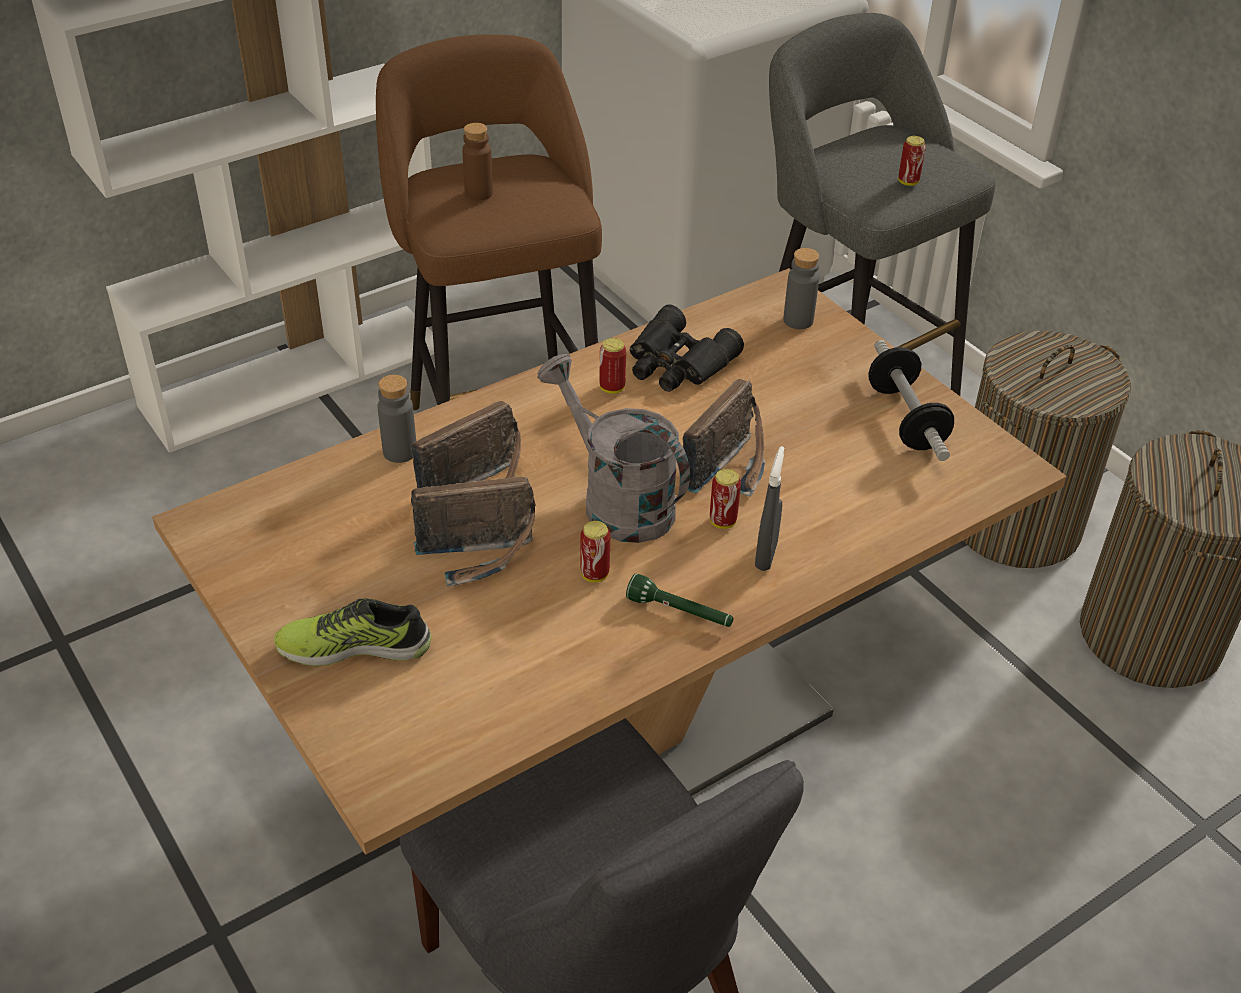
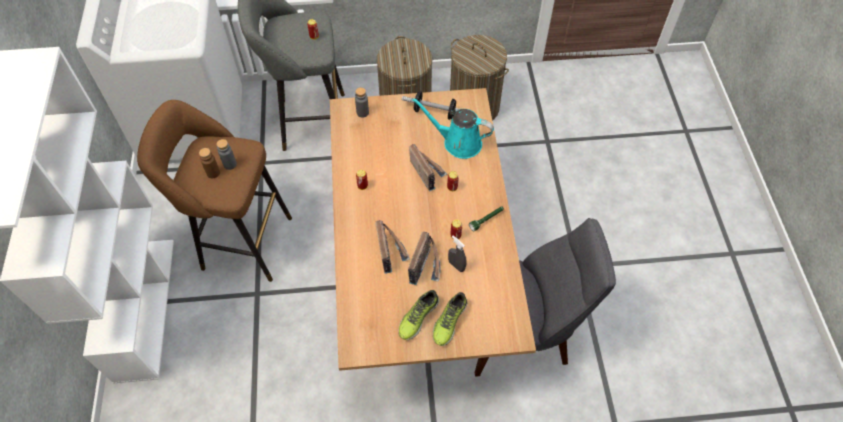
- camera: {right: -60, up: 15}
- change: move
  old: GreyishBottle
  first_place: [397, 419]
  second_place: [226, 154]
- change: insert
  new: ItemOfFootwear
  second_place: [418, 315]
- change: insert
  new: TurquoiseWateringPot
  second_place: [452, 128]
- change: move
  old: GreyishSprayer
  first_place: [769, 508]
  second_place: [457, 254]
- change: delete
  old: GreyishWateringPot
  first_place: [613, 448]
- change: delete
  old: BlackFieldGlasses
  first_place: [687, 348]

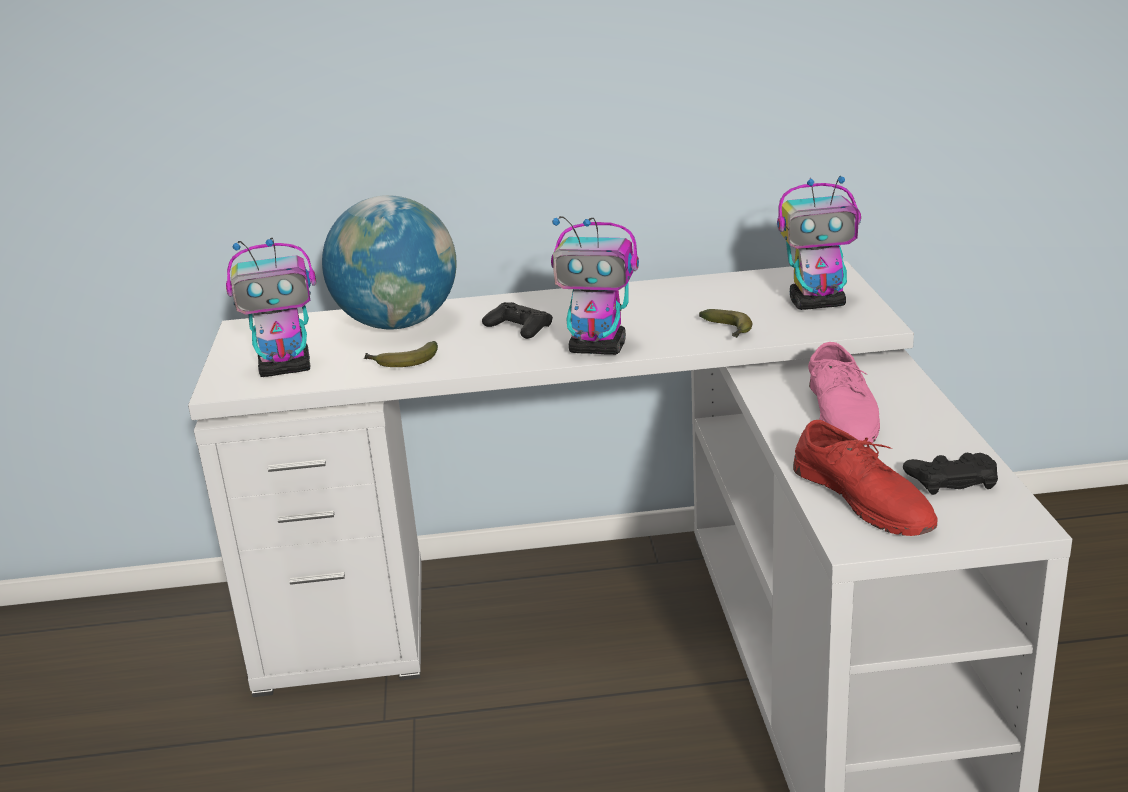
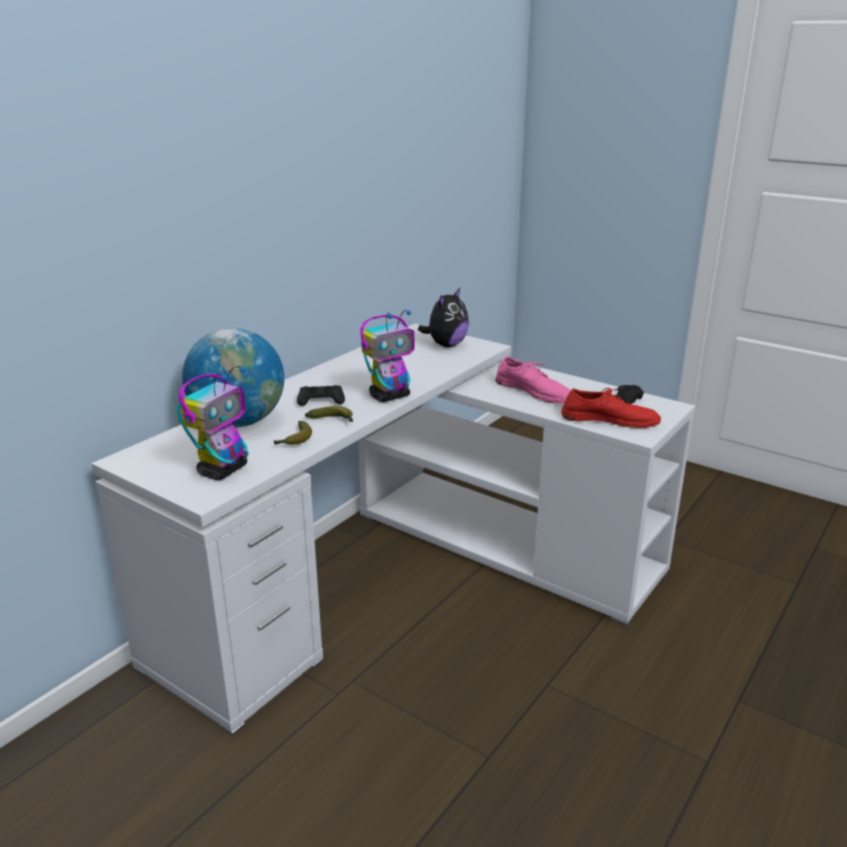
- camera: {right: -50, up: 0}
- change: move
  old: WholeBanana
  first_place: [725, 323]
  second_place: [329, 414]
- change: replace
  old: ModelRobot
  new: SoftToy
  first_place: [819, 243]
  second_place: [443, 317]

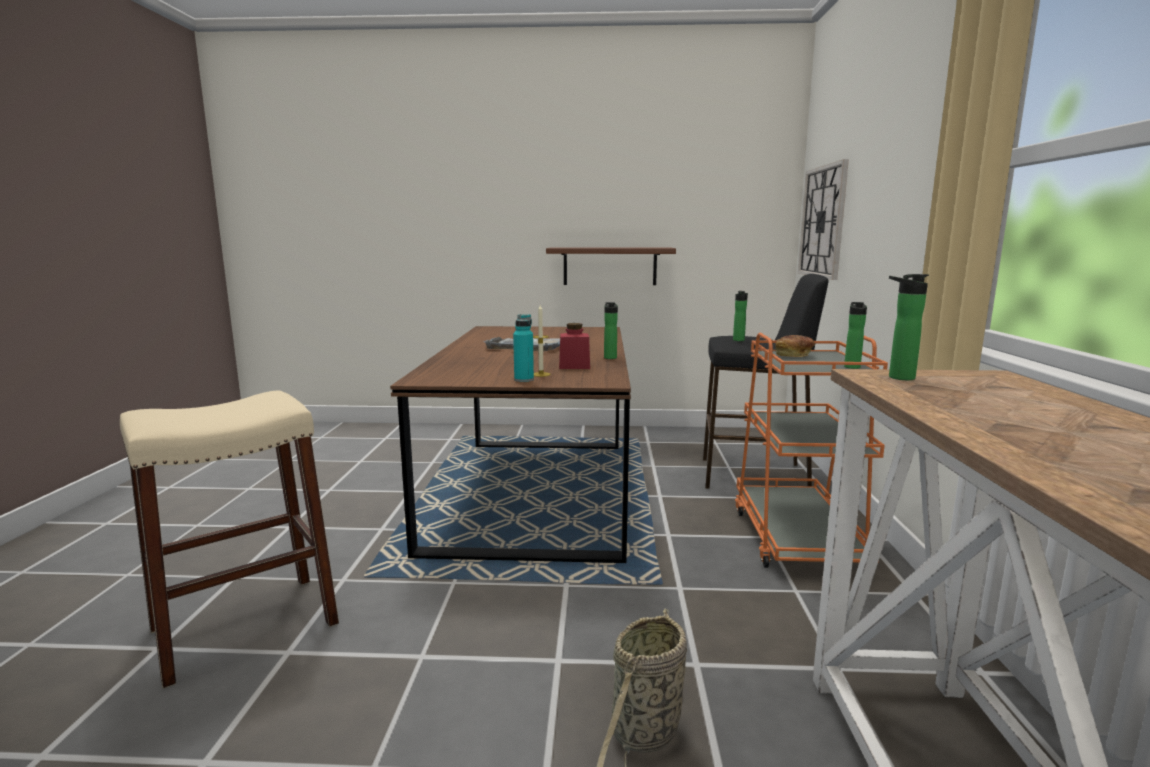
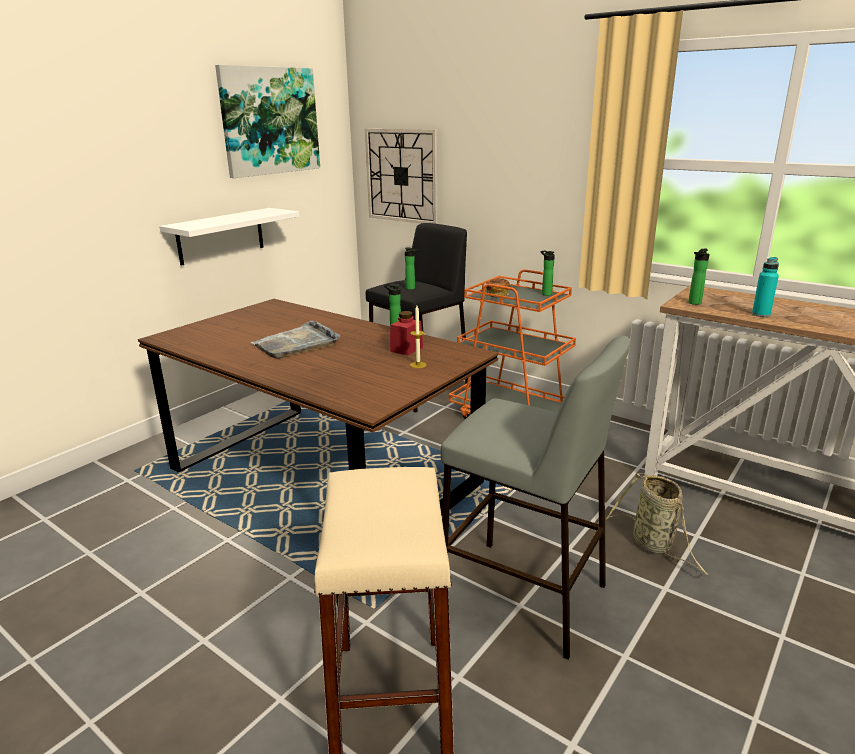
- camera: {right: -55, up: 10}
- change: recolor
  old: BrownishShelf
  new: WhiteShelf
  first_place: [611, 266]
  second_place: [229, 237]
- change: insert
  new: WallPicture
  second_place: [267, 121]
- change: insert
  new: GreyishSittingStool
  second_place: [535, 498]
- change: move
  old: TurquoiseBottle
  first_place: [523, 348]
  second_place: [765, 287]

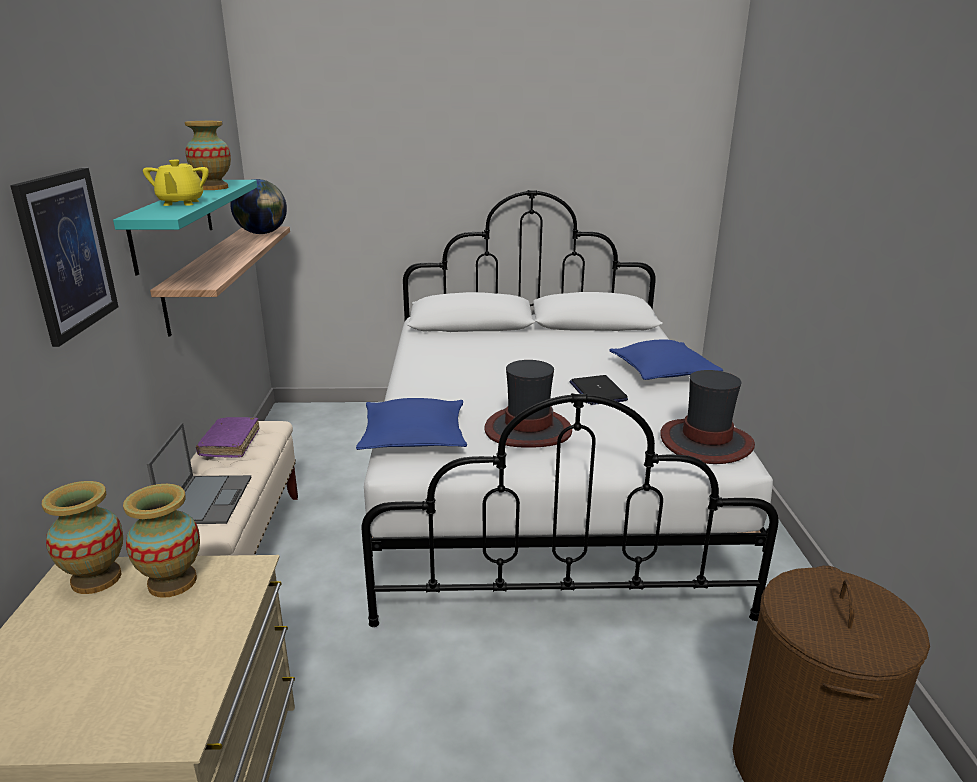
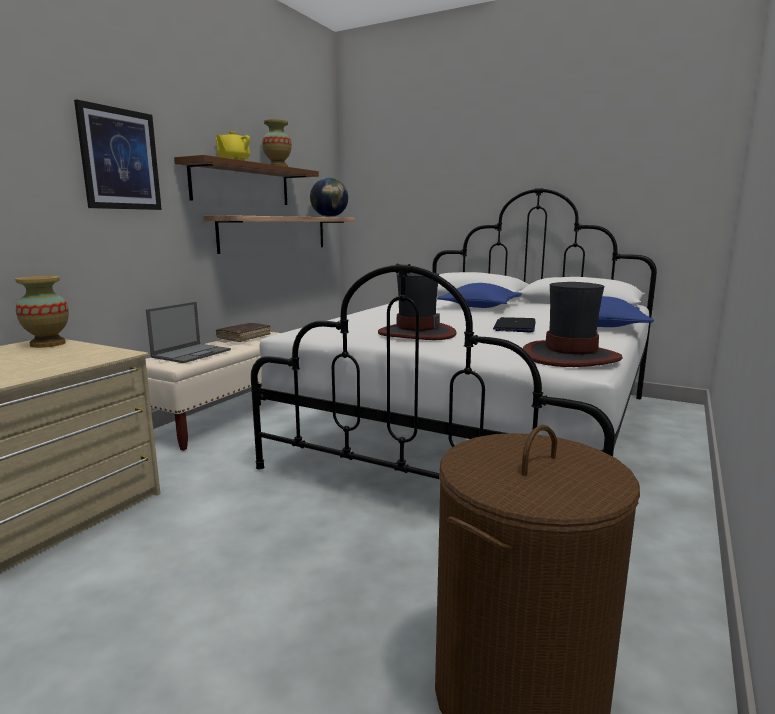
- camera: {right: 30, up: -10}
- change: recolor
  old: TurquoiseShelf
  new: BrownishShelf
  first_place: [185, 227]
  second_place: [246, 180]
- change: recolor
  old: PurplishVolume
  new: BrownishVolume
  first_place: [227, 437]
  second_place: [243, 332]
- change: move
  old: BluishCushion
  first_place: [411, 424]
  second_place: [479, 295]
- change: delete
  old: DecorativeVase
  first_place: [161, 541]

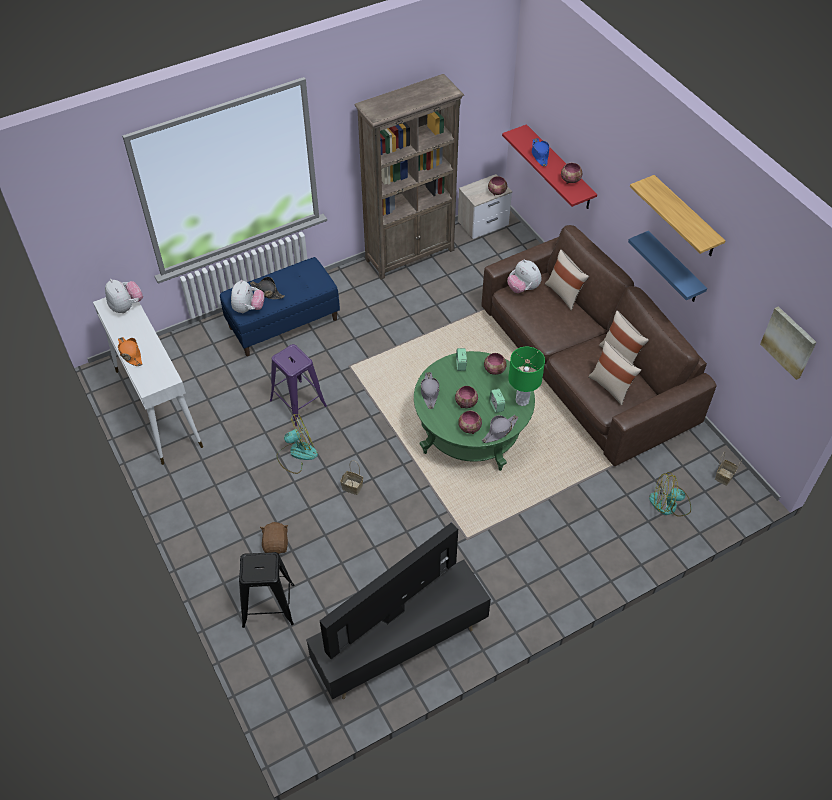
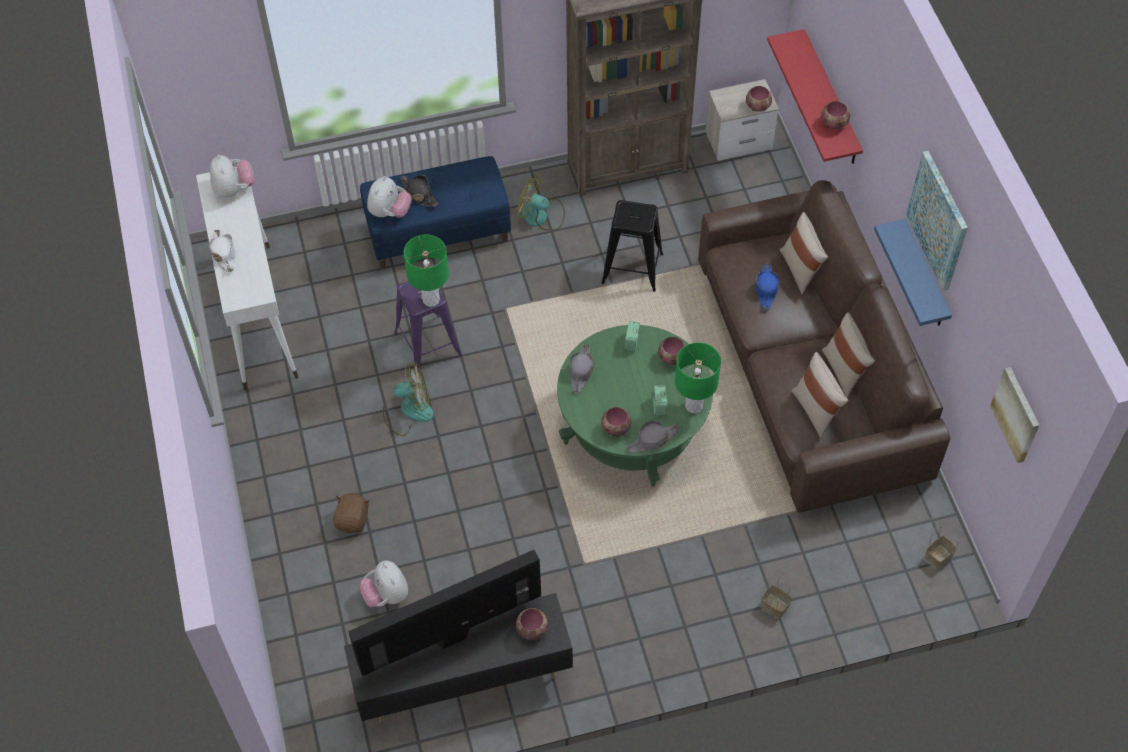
- camera: {right: 15, up: 5}
- change: recolor
  old: OrangeyWearableHat
  new: WhiteWearableHat
  first_place: [130, 351]
  second_place: [222, 250]
- change: move
  old: SoftToy
  first_place: [524, 276]
  second_place: [384, 583]
- change: insert
  new: GreenishTableLamp
  second_place: [426, 271]
- change: move
  old: CoolingFan
  first_place: [670, 494]
  second_place: [540, 203]
- change: move
  old: ServingBowl
  first_place: [466, 397]
  second_place: [532, 624]
- change: move
  old: BlackSittingStool
  first_place: [266, 590]
  second_place: [632, 245]
- change: move
  old: BluishWearableHat
  first_place: [541, 152]
  second_place: [767, 287]
- change: move
  old: StorageBasket
  first_place: [351, 477]
  second_place: [776, 597]
- change: replace
  old: Shelf
  new: WallPicture
  first_place: [677, 215]
  second_place: [937, 220]

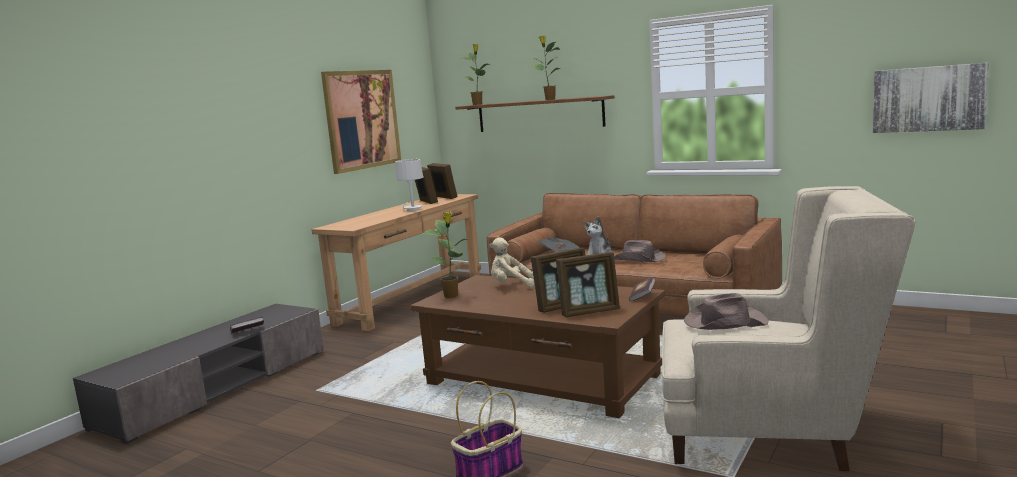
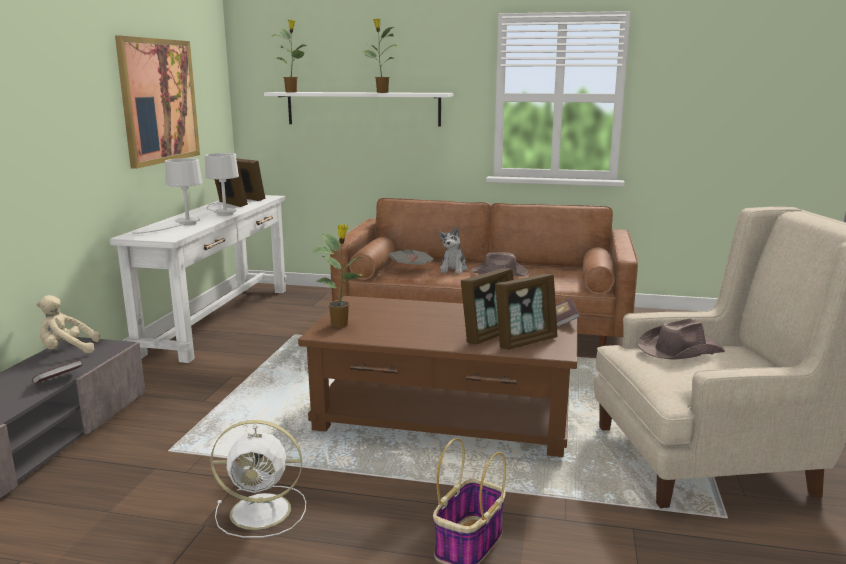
- camera: {right: -20, up: 5}
- change: move
  old: BeigeColouredSoftToy
  first_place: [511, 262]
  second_place: [68, 324]
- change: recolor
  old: BrownishConsoleTable
  new: WhiteConsoleTable
  first_place: [396, 262]
  second_place: [198, 279]
- change: insert
  new: WhiteTableLamp
  second_place: [167, 196]
- change: insert
  new: WhiteCoolingFan
  second_place: [258, 479]
- change: recolor
  old: BrownishShelf
  new: WhiteShelf
  first_place: [535, 113]
  second_place: [358, 109]
- change: delete
  old: WallPicture
  first_place: [931, 98]

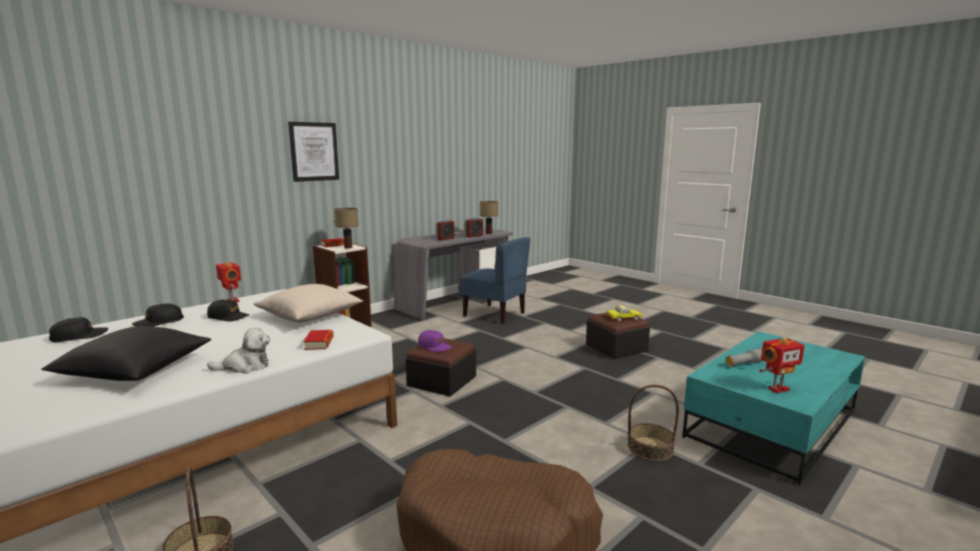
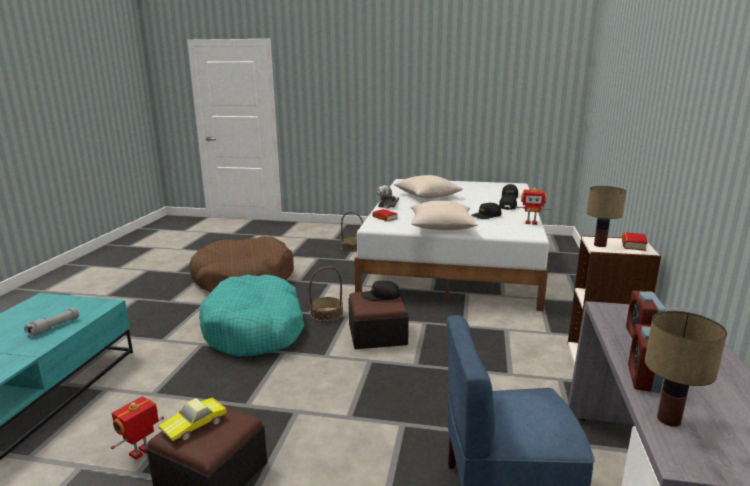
- camera: {right: 145, up: 5}
- change: move
  old: ModelRobot
  first_place: [782, 365]
  second_place: [137, 428]
- change: insert
  new: TurquoiseDogCushion
  second_place: [251, 315]
- change: move
  old: StorageBasket
  first_place: [653, 423]
  second_place: [326, 294]
- change: recolor
  old: PurplishCap
  new: BlackCap
  first_place: [435, 341]
  second_place: [380, 291]
- change: recolor
  old: BlackCushion
  new: BeigeColouredCushion
  first_place: [126, 353]
  second_place: [428, 186]
- change: delete
  old: WallPicture
  first_place: [313, 152]

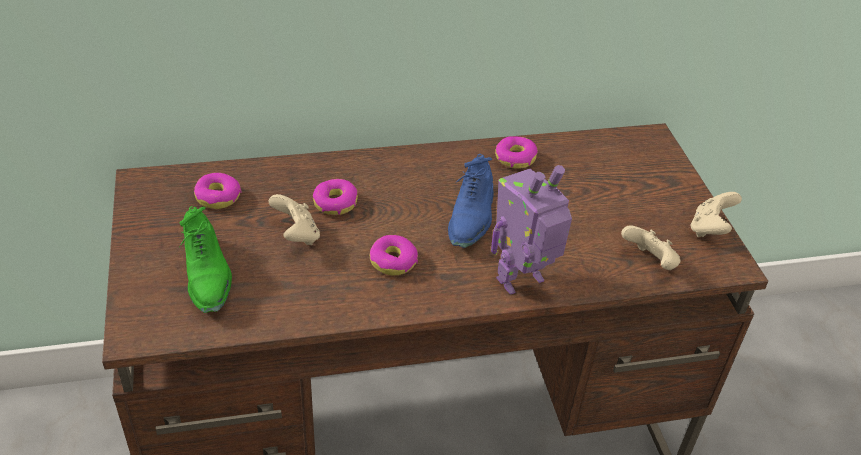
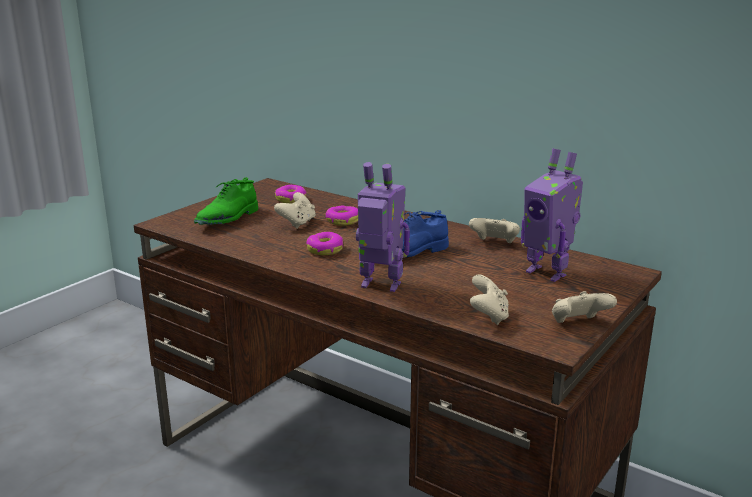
- camera: {right: 50, up: -20}
- change: replace
  old: RingDoughnut
  new: BeigeColouredJoypad
  first_place: [516, 152]
  second_place: [494, 230]
- change: insert
  new: ModelRobot
  second_place: [552, 215]

